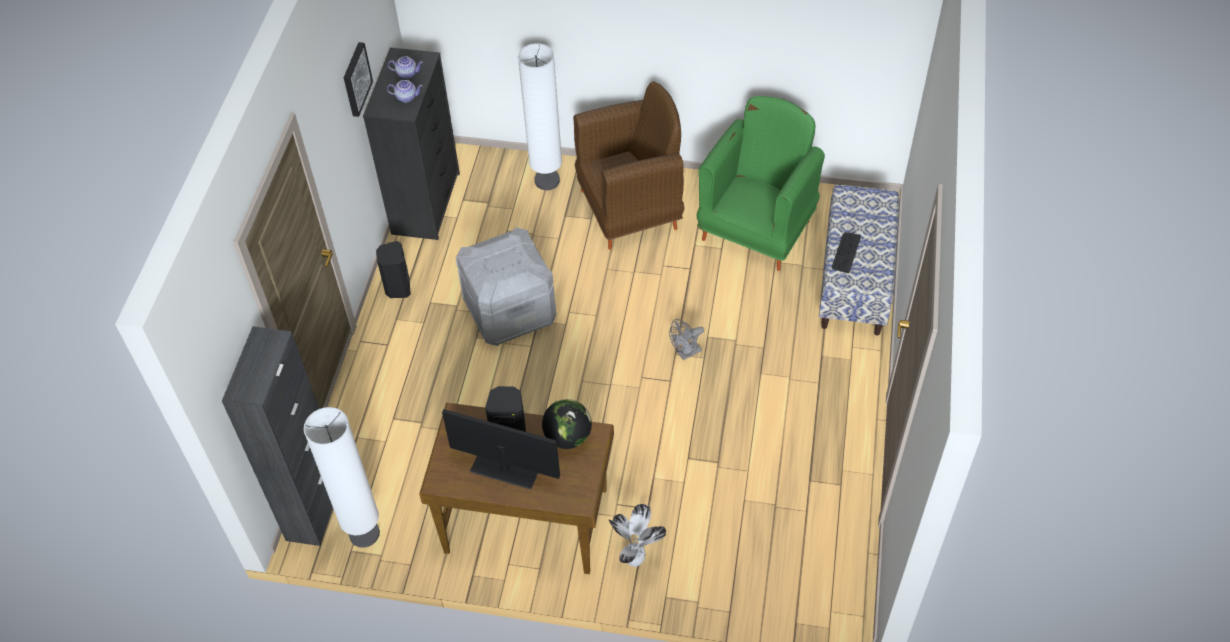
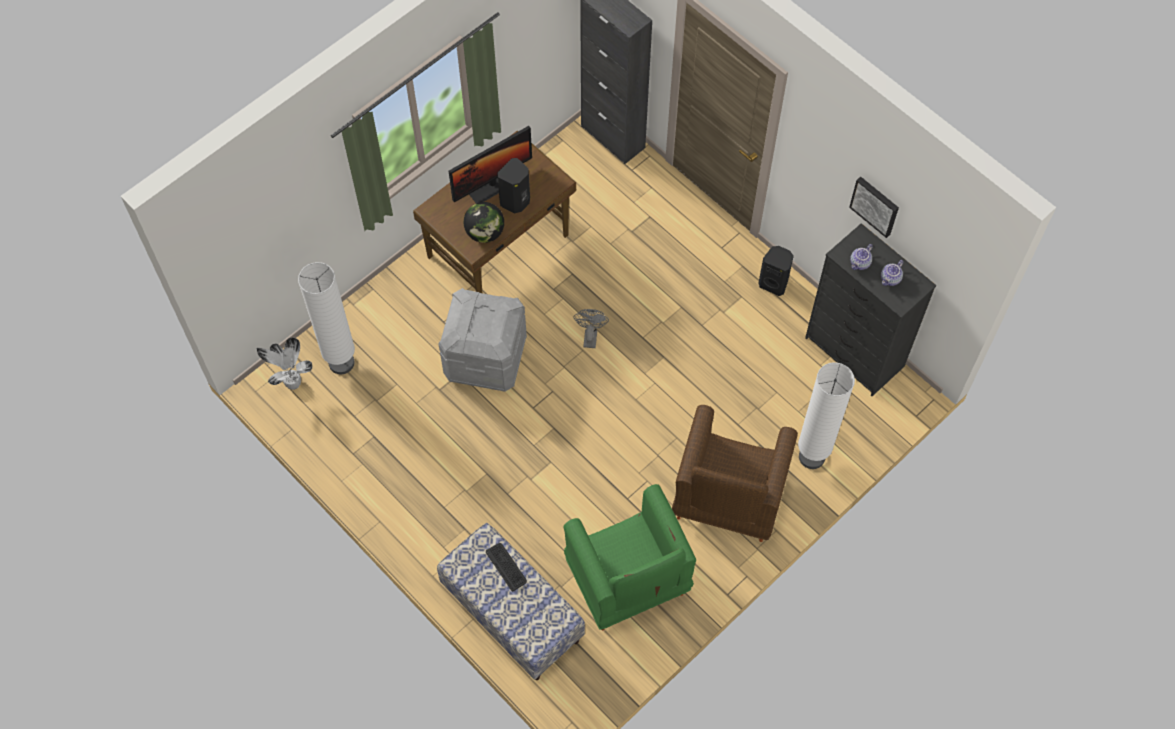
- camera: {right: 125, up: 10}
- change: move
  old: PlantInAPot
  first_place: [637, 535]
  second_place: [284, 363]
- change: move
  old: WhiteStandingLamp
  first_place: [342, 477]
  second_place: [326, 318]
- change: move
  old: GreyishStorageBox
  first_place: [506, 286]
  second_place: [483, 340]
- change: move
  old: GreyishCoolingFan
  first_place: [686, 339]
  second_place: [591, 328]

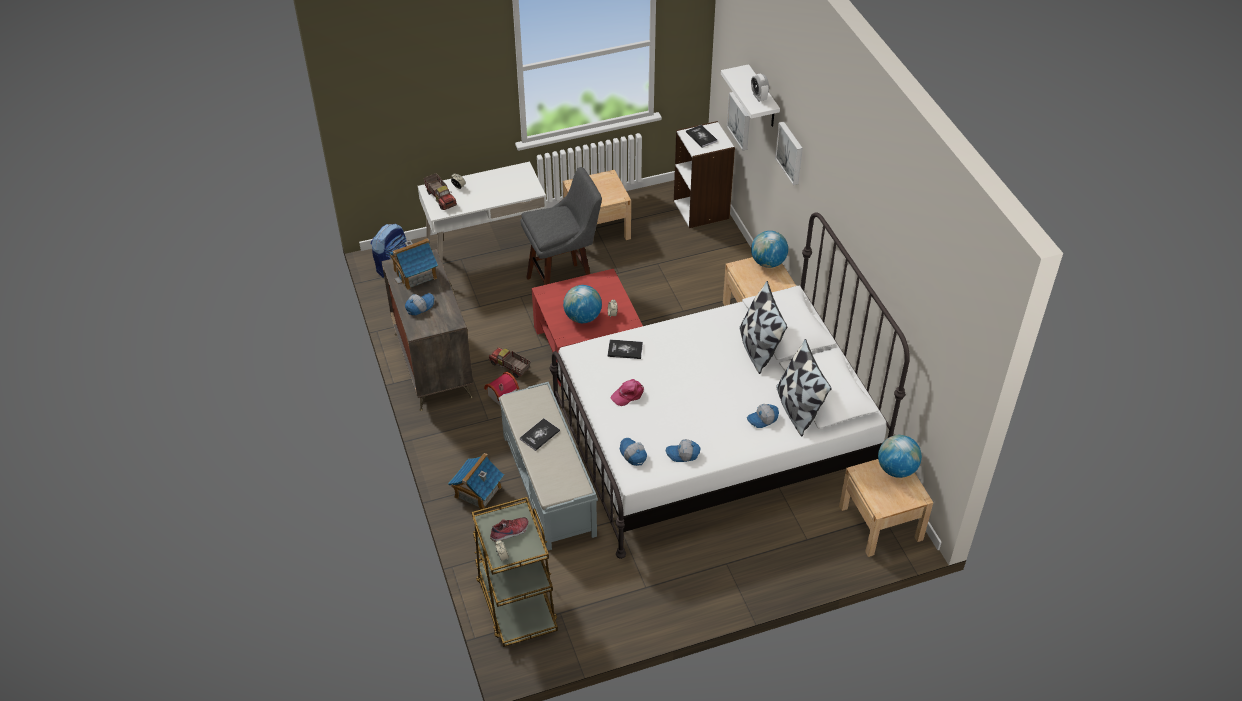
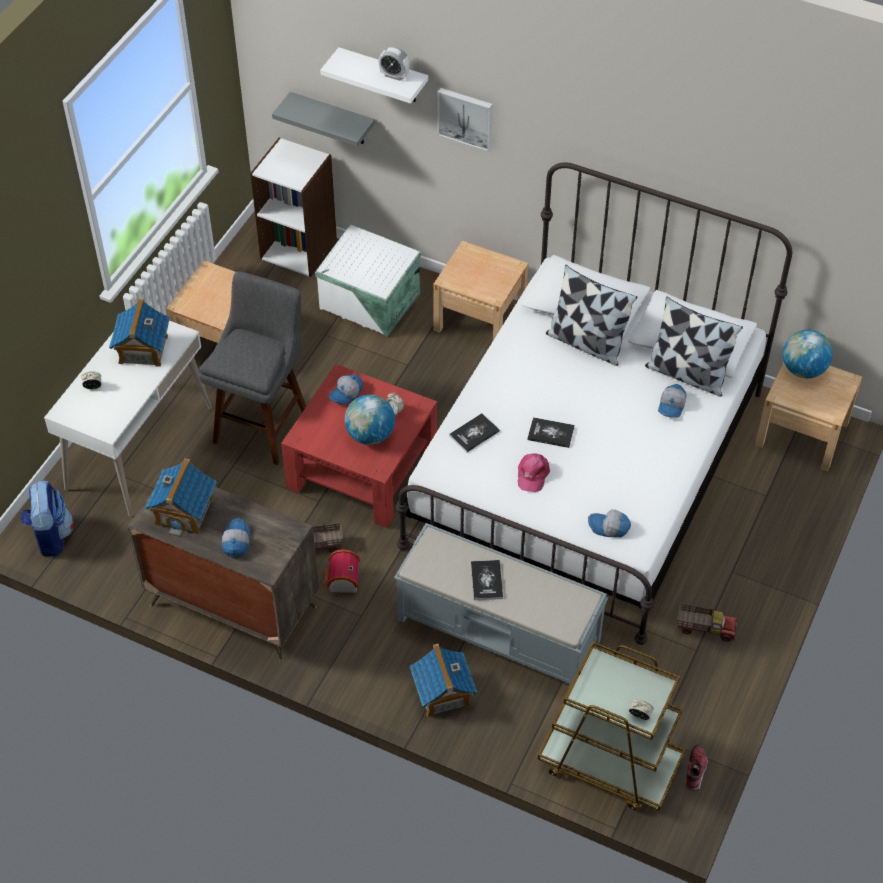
- camera: {right: -45, up: 5}
- change: insert
  new: MiniatureHouse
  second_place: [139, 332]
- change: replace
  old: WallPicture
  new: GreyishShelf
  first_place: [738, 121]
  second_place: [323, 119]
- change: insert
  new: WhiteStorageBox
  second_place: [368, 280]
- change: move
  old: Cap
  first_place: [683, 450]
  second_place: [346, 389]
- change: move
  old: Volume
  first_place: [702, 136]
  second_place: [551, 432]
- change: move
  old: ToyLorry
  first_place: [440, 191]
  second_place: [707, 622]
- change: move
  old: ItemOfFootwear
  first_place: [509, 529]
  second_place: [697, 768]
- change: delete
  old: Globe
  first_place: [769, 249]

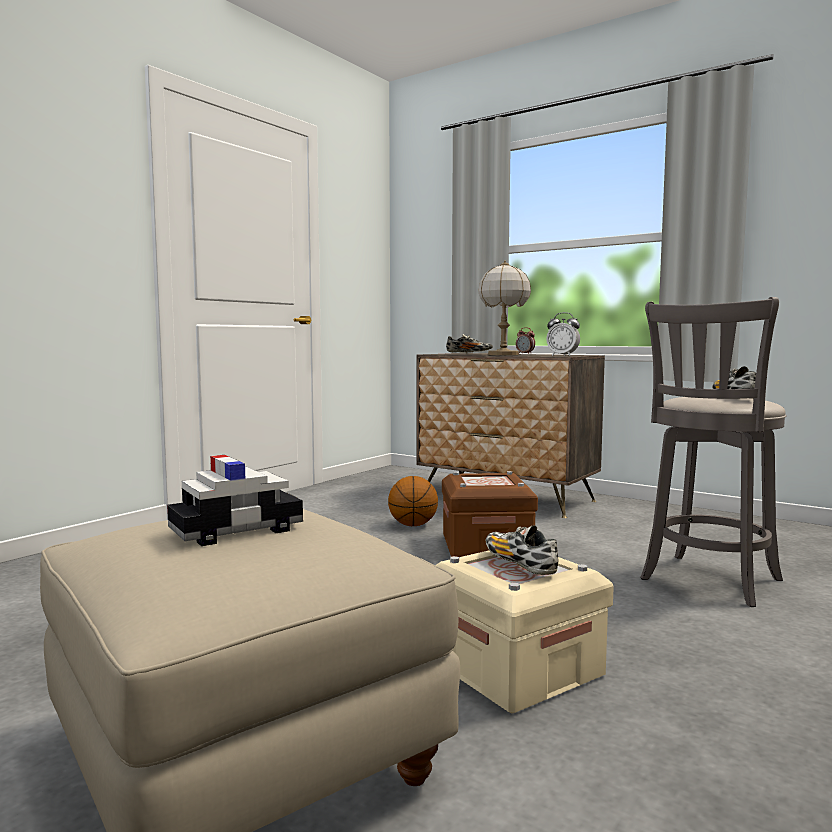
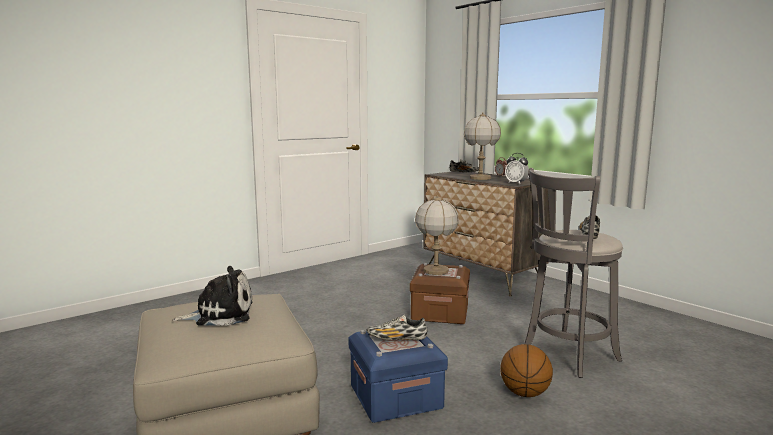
- camera: {right: 15, up: 5}
- change: replace
  old: MiniatureCar
  new: SoftToy
  first_place: [235, 500]
  second_place: [212, 296]
- change: recolor
  old: BeigeColouredStorageBox
  new: BluishStorageBox
  first_place: [525, 631]
  second_place: [398, 376]
- change: rotate
  old: ItemOfFootwear
  first_place: [521, 550]
  second_place: [397, 327]
  degrees: -75
- change: insert
  new: TableLamp
  second_place: [437, 235]
- change: move
  old: BasketballBall
  first_place: [413, 501]
  second_place: [526, 370]

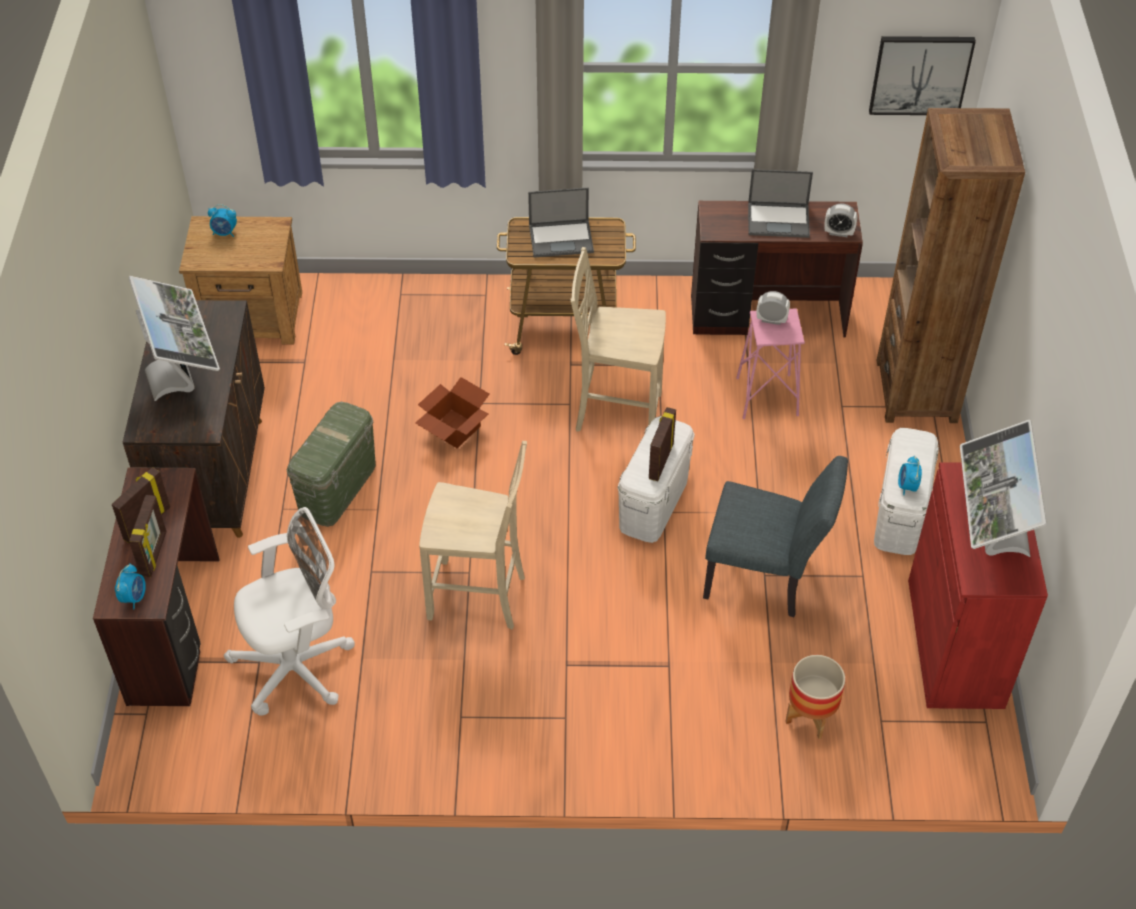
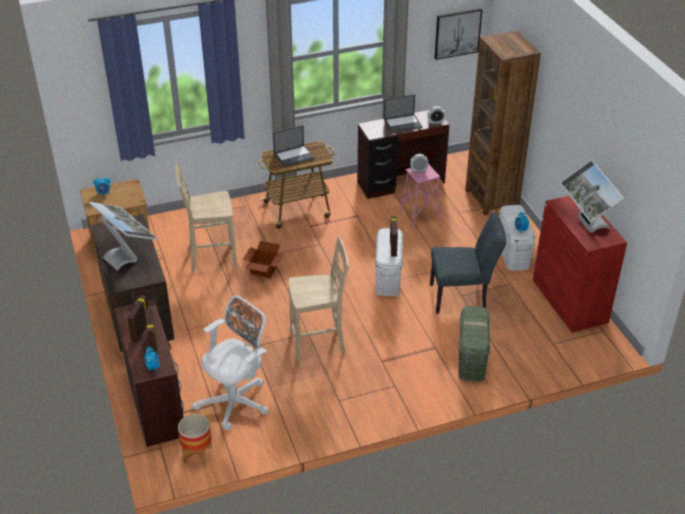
- camera: {right: -20, up: -10}
- change: move
  old: BeigeColouredUprightChair
  first_place: [618, 339]
  second_place: [206, 217]
- change: move
  old: Planter
  first_place: [815, 697]
  second_place: [195, 440]
- change: move
  old: GreenishStorageBox
  first_place: [331, 464]
  second_place: [474, 344]

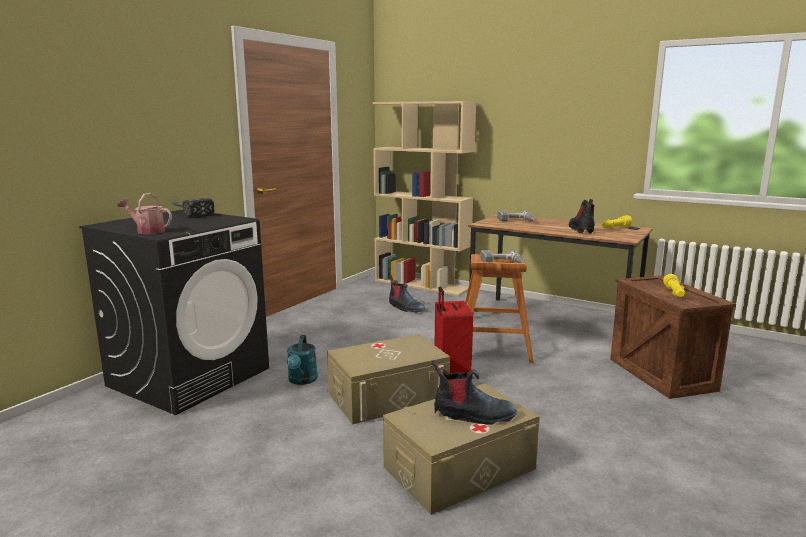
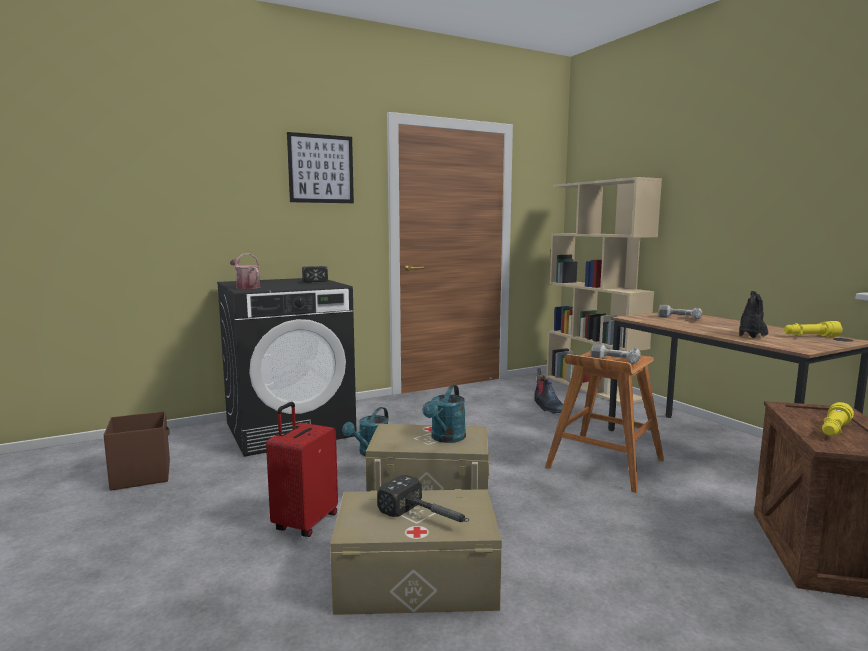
- camera: {right: 30, up: -5}
- change: insert
  new: BrownishStorageBox
  second_place: [137, 451]
- change: move
  old: RedColouredTravelCase
  first_place: [453, 330]
  second_place: [302, 469]
- change: insert
  new: WallPicture
  second_place: [320, 167]
- change: replace
  old: Boot
  new: HandHammer
  first_place: [474, 392]
  second_place: [423, 498]
- change: insert
  new: TurquoiseWateringPot
  second_place: [444, 414]

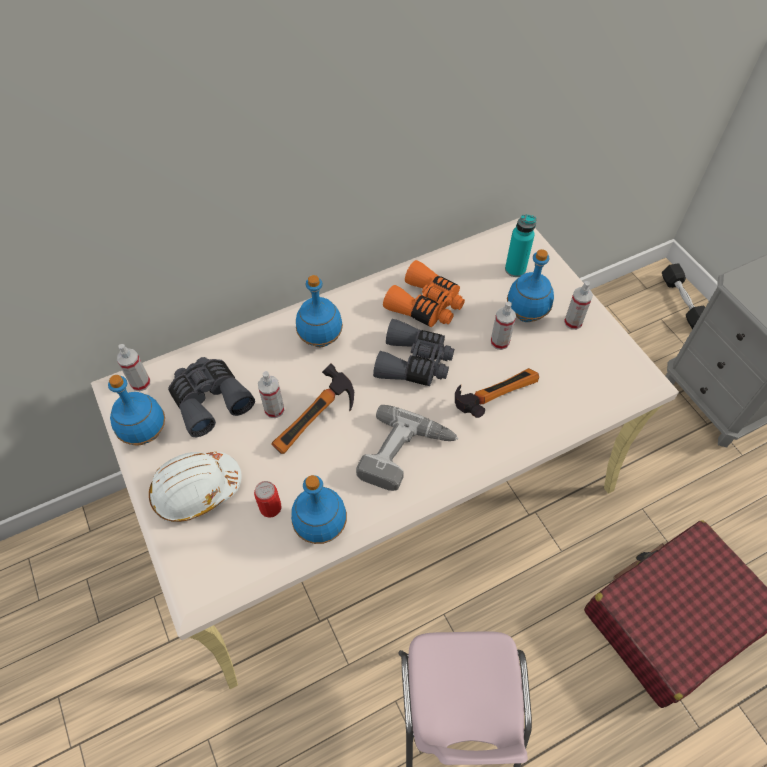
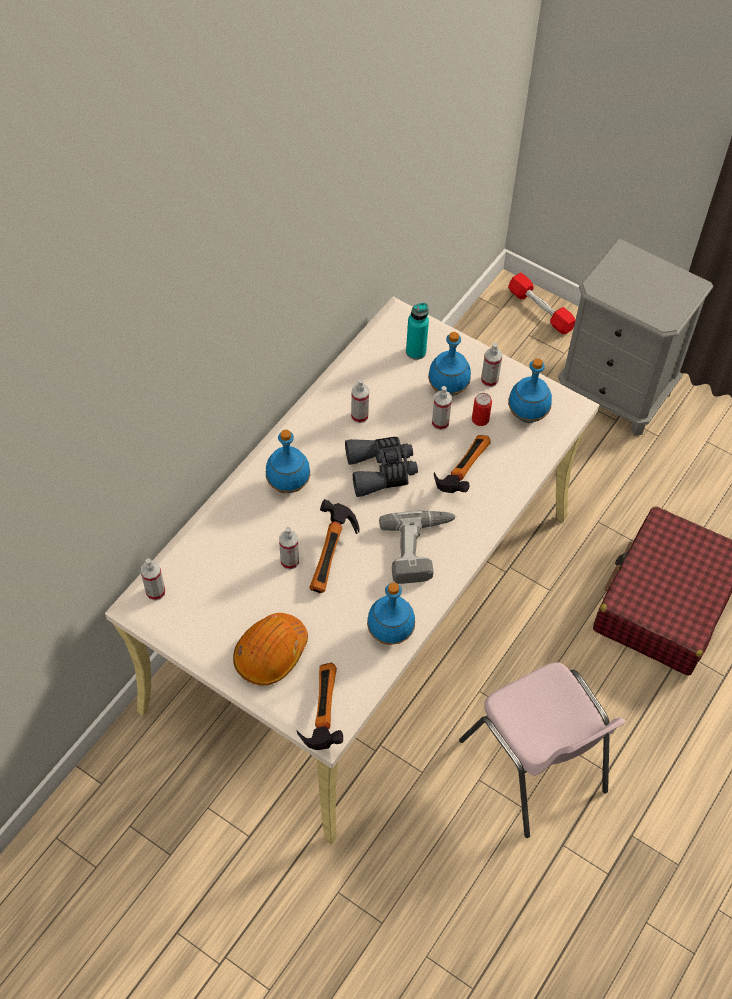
- camera: {right: -30, up: 0}
- change: recolor
  old: WhiteSafetyHelmet
  new: OrangeySafetyHelmet
  first_place: [195, 487]
  second_place: [270, 649]
- change: insert
  new: HandHammer
  second_place: [319, 706]
- change: replace
  old: OrangeyFieldGlasses
  new: Sprayer
  first_place: [424, 293]
  second_place: [360, 401]
- change: move
  old: SealedCan
  first_place: [268, 499]
  second_place: [482, 409]
- change: recolor
  old: BlackHandWeight
  new: RedColouredHandWeight
  first_place: [683, 296]
  second_place: [542, 303]
- change: move
  old: BluishBottle
  first_place: [136, 410]
  second_place: [530, 390]
- change: delete
  old: GreyishFieldGlasses
  first_place: [211, 397]

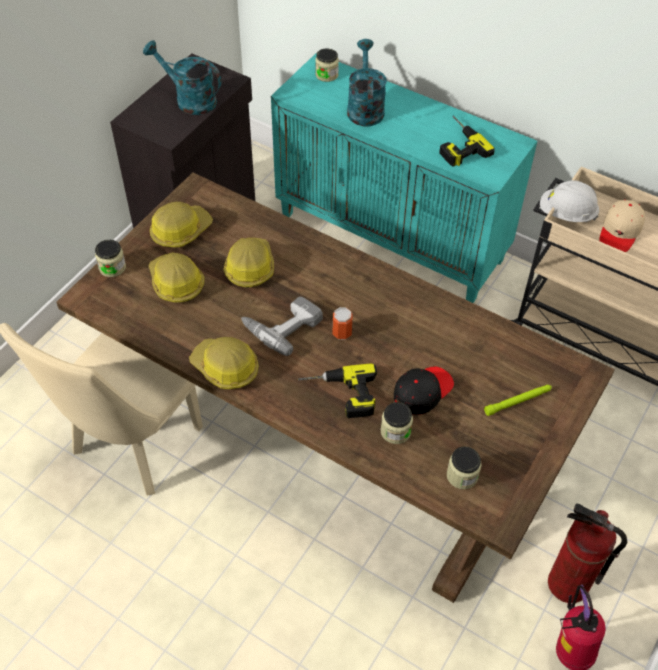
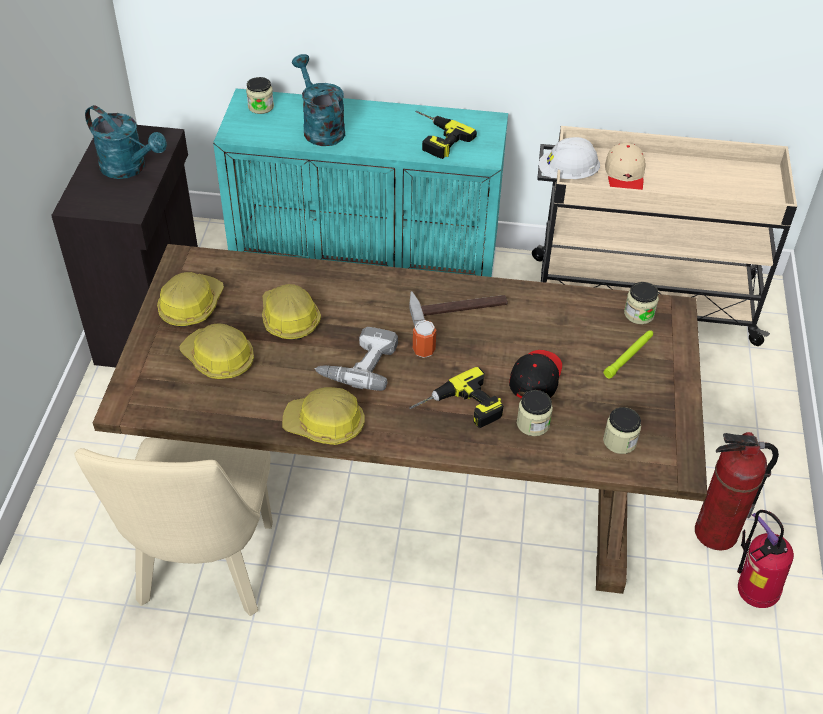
- camera: {right: -25, up: -5}
- change: rotate
  old: TurquoiseWateringPot
  first_place: [182, 77]
  second_place: [126, 142]
  degrees: -150
- change: insert
  new: HandHammer
  second_place: [459, 308]
- change: move
  old: PreserveJar
  first_place: [110, 258]
  second_place: [641, 303]

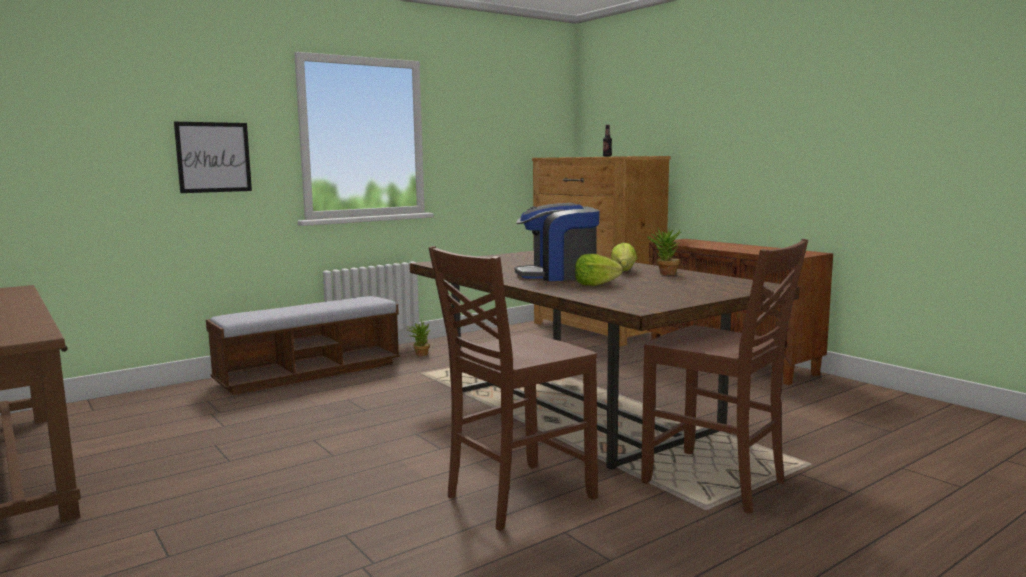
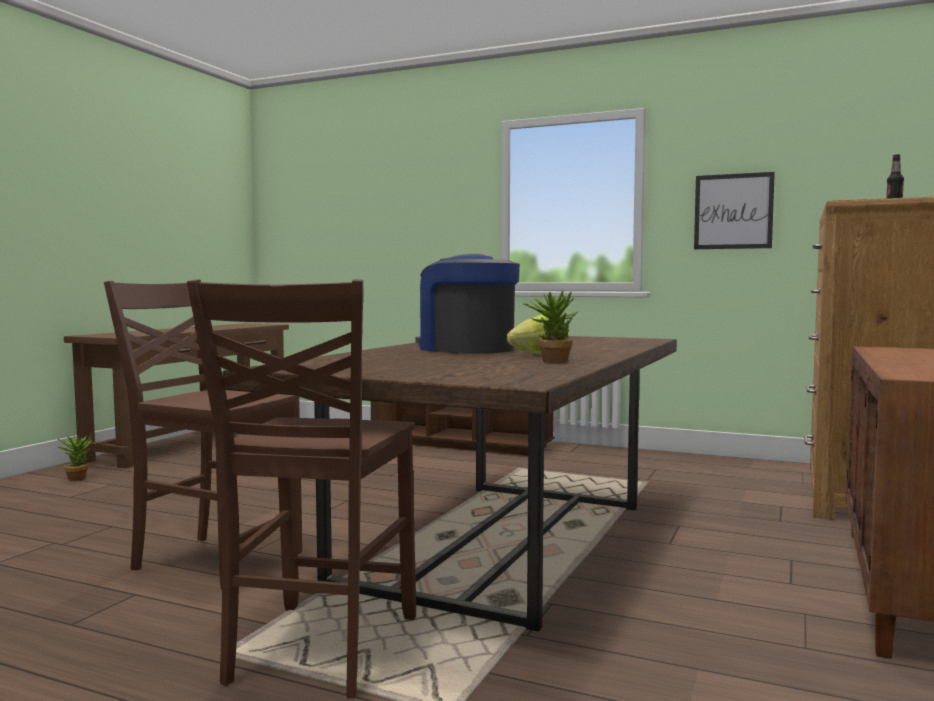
- camera: {right: 60, up: -5}
- change: move
  old: PlantInAPot
  first_place: [418, 337]
  second_place: [74, 457]
- change: move
  old: WallPicture
  first_place: [213, 157]
  second_place: [734, 210]
- change: delete
  old: Lettuce
  first_place: [599, 270]

